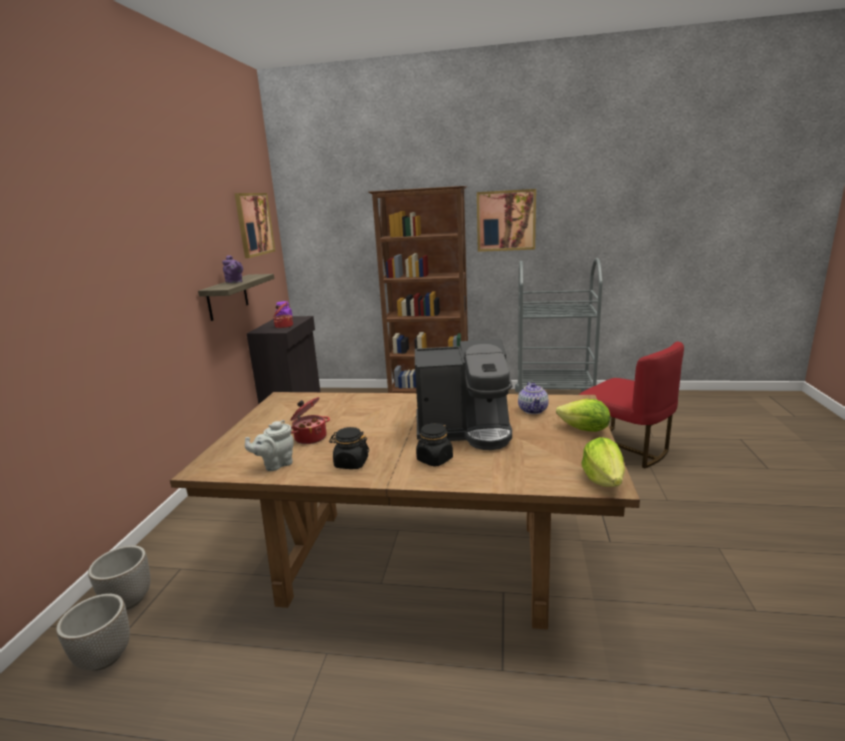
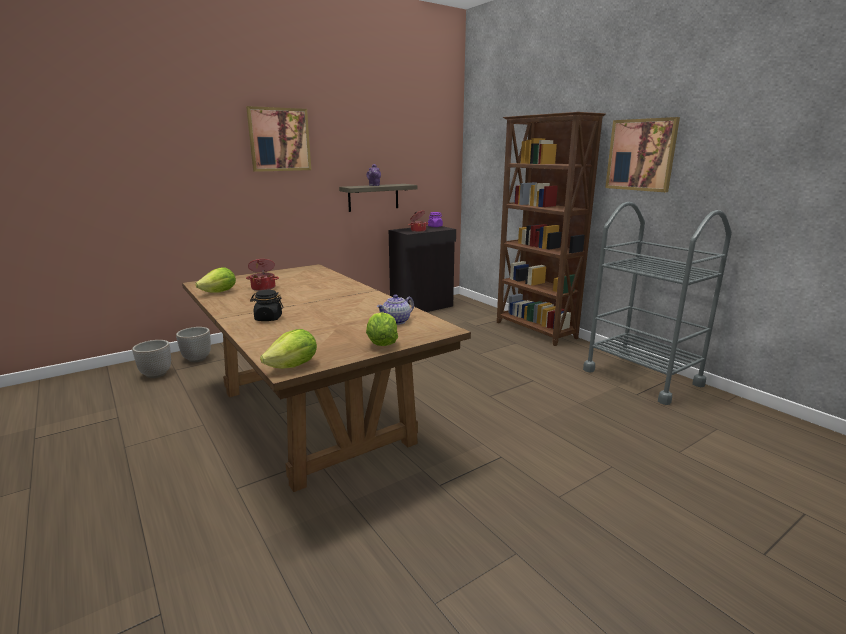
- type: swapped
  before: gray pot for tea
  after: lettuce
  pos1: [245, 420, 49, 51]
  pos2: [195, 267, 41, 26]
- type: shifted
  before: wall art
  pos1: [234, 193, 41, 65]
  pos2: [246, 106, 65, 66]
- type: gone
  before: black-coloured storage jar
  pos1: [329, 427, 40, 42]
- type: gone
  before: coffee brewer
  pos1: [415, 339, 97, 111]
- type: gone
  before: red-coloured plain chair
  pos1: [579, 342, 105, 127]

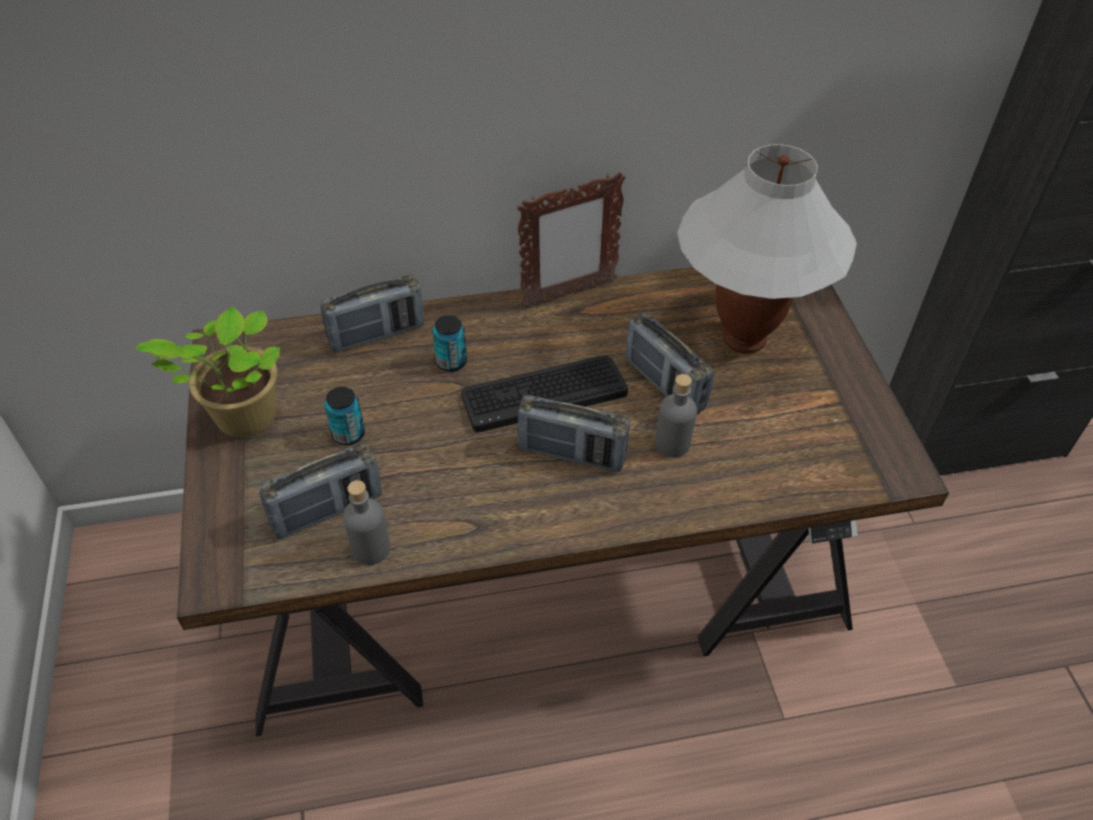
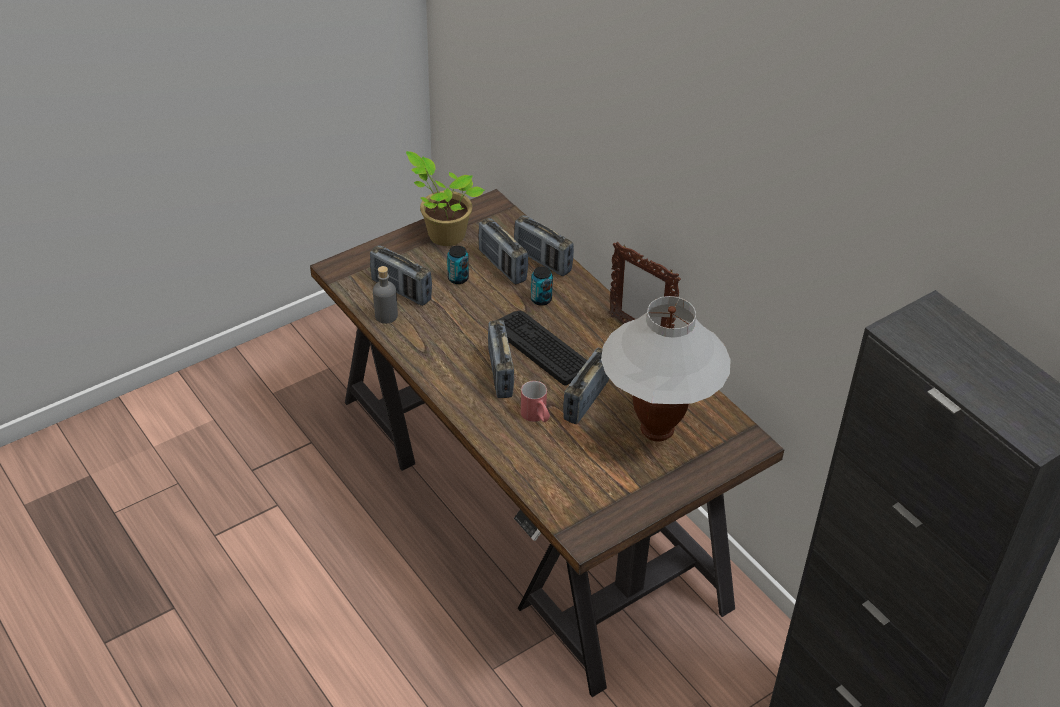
- type: new
  after: radio
  pos2: [478, 218, 50, 66]
- type: swapped
  before: gray bottle
  after: red-coloured tea mug
  pos1: [655, 374, 42, 84]
  pos2: [521, 381, 29, 41]

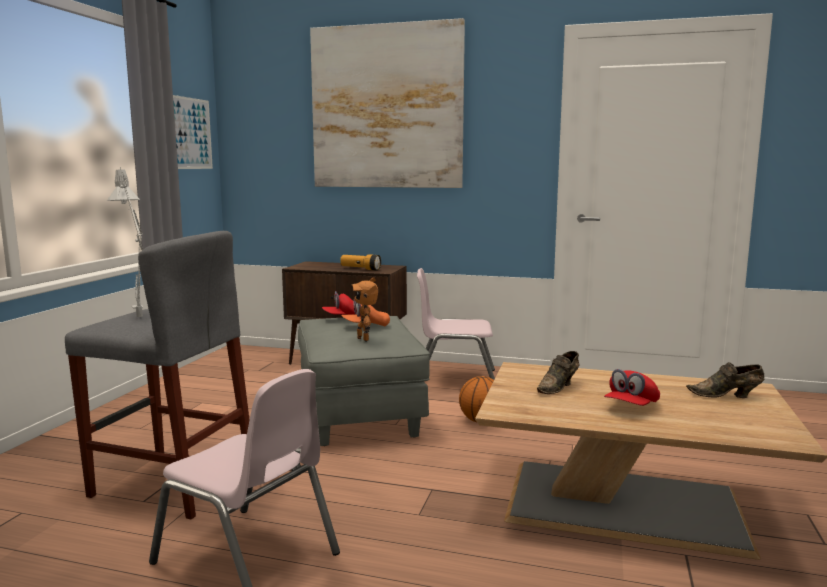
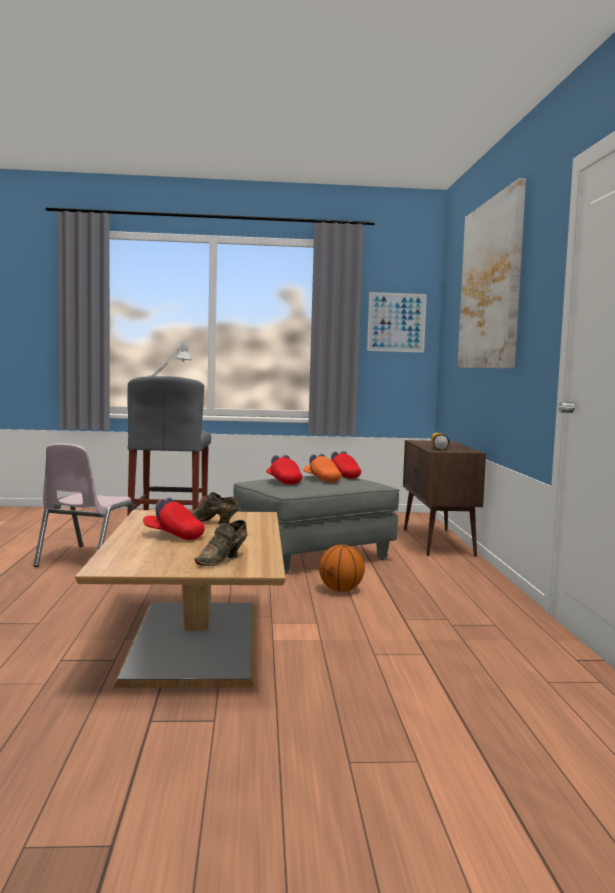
- type: rotated
  before: brown item of footwear
  pos1: [686, 362, 78, 36]
  pos2: [194, 520, 53, 46]
  turn: -135
- type: swapped
  before: robot figure
  after: red-coloured peaked cap
  pos1: [352, 277, 26, 64]
  pos2: [266, 455, 36, 29]
- type: gone
  before: pink-coloured plain chair
  pos1: [417, 268, 78, 112]

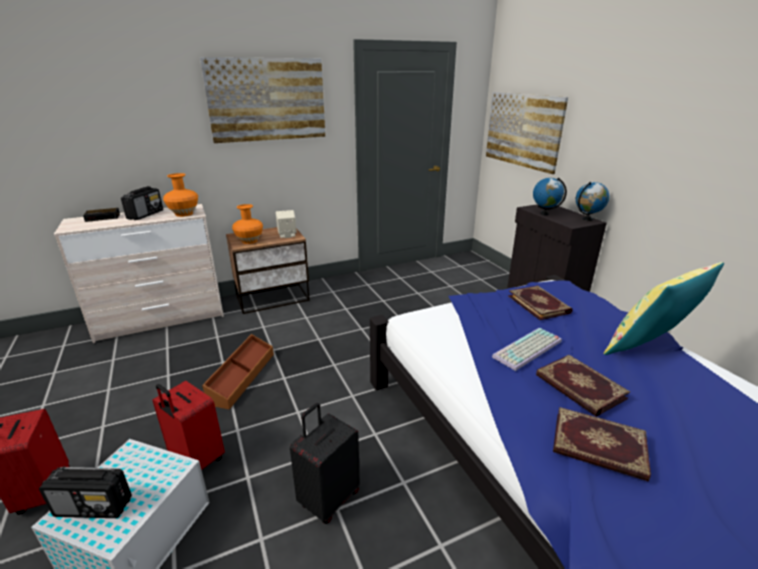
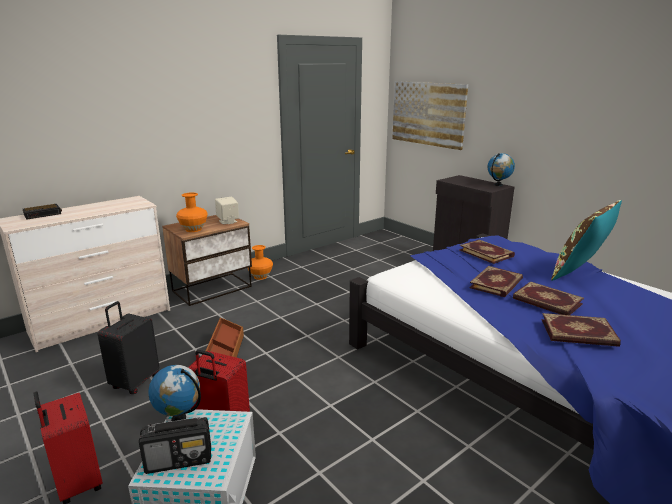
- type: shifted
  before: black-coloured travel case
  pos1: [290, 403, 70, 121]
  pos2: [97, 301, 62, 93]
- type: shifted
  before: world globe
  pos1: [533, 177, 34, 38]
  pos2: [148, 365, 53, 56]
- type: shifted
  before: orange-coloured flower vase
  pos1: [163, 173, 35, 44]
  pos2: [248, 245, 25, 35]
- type: swapped
  before: keyboard
  after: bound book
  pos1: [492, 328, 70, 43]
  pos2: [469, 266, 54, 31]
- type: repainted
  before: yellow-coloured throw pillow
  after: brown throw pillow
  pos1: [604, 262, 120, 93]
  pos2: [551, 200, 71, 81]
- type: gone
  before: radio
  pos1: [121, 186, 42, 34]
- type: gone
  before: wall art
  pos1: [200, 57, 125, 86]

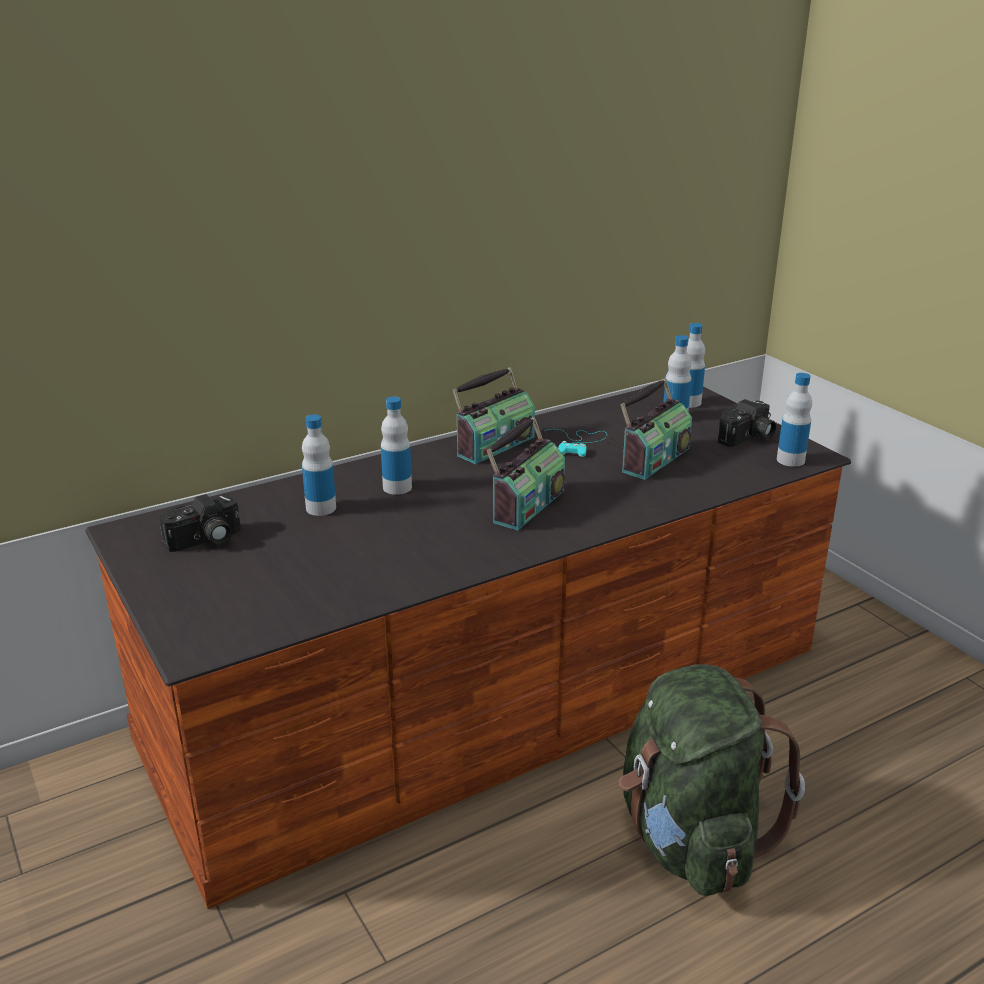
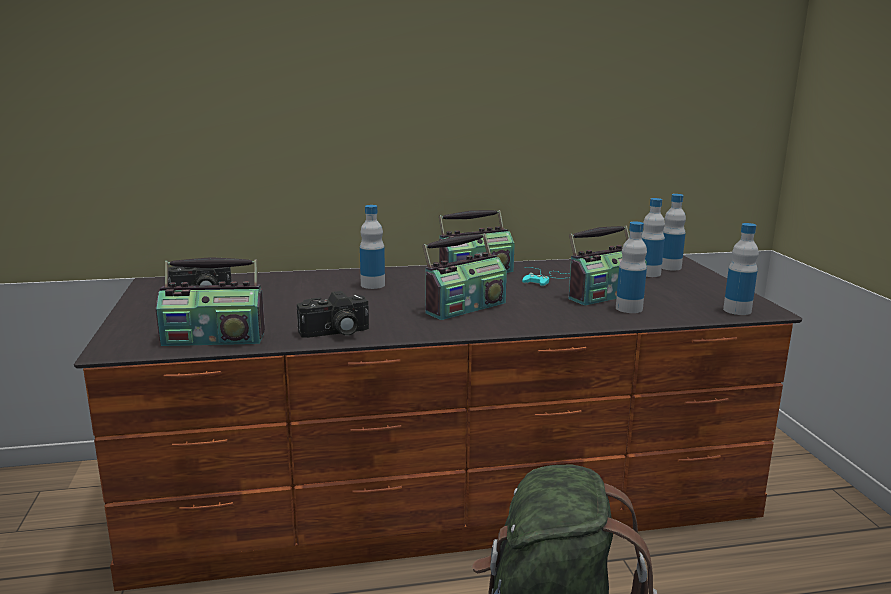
- type: new
  after: radio
  pos2: [156, 257, 109, 89]
- type: shifted
  before: still camera
  pos1: [718, 399, 58, 48]
  pos2: [297, 291, 72, 47]
- type: shifted
  before: bottle
  pos1: [302, 414, 34, 102]
  pos2: [616, 222, 31, 91]

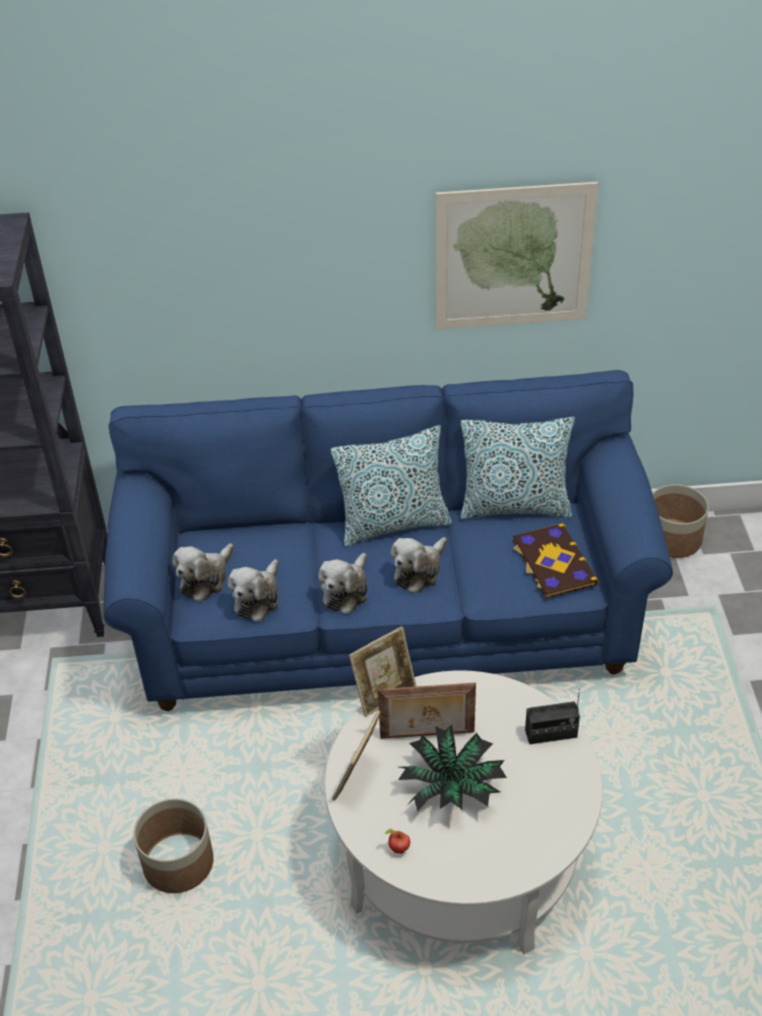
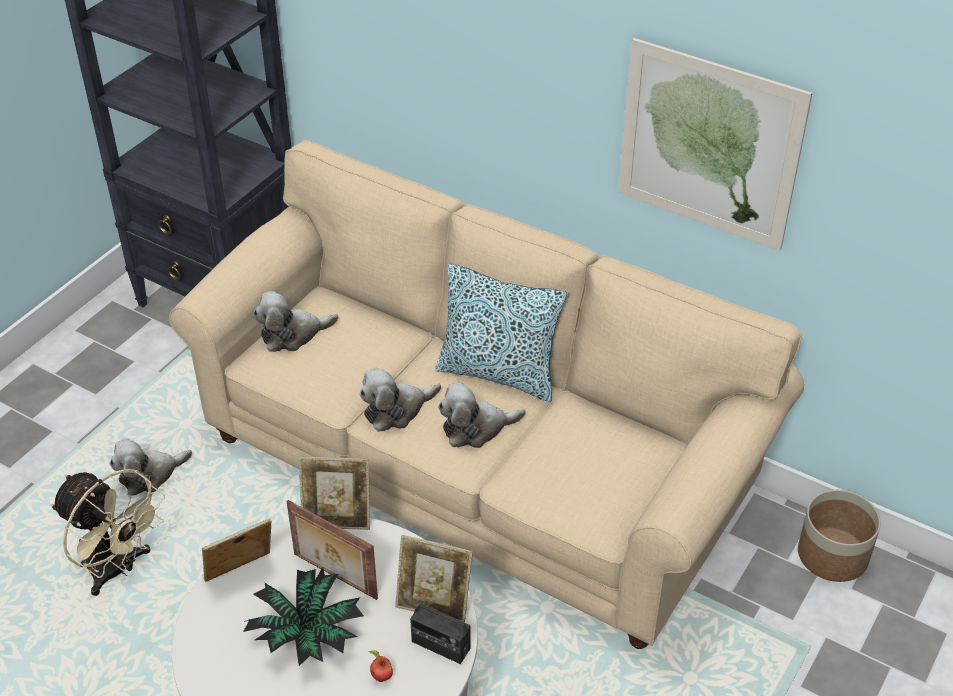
- type: swapped
  before: plant pot
  after: beige-coloured cooling fan
  pos1: [134, 799, 80, 94]
  pos2: [51, 469, 114, 127]
- type: shifted
  before: soft toy
  pos1: [228, 559, 50, 63]
  pos2: [110, 438, 82, 58]
- type: repainted
  before: bluish sofa
  after: beige-coloured sofa
  pos1: [104, 370, 569, 341]
  pos2: [169, 140, 635, 509]
- type: shifted
  before: apple fruit
  pos1: [385, 829, 25, 25]
  pos2: [368, 650, 25, 32]
- type: new
  after: picture frame
  pos2: [395, 535, 78, 88]
- type: gone
  before: throw pillow
  pos1: [460, 417, 115, 102]
- type: gone
  before: bound book
  pos1: [513, 523, 86, 75]

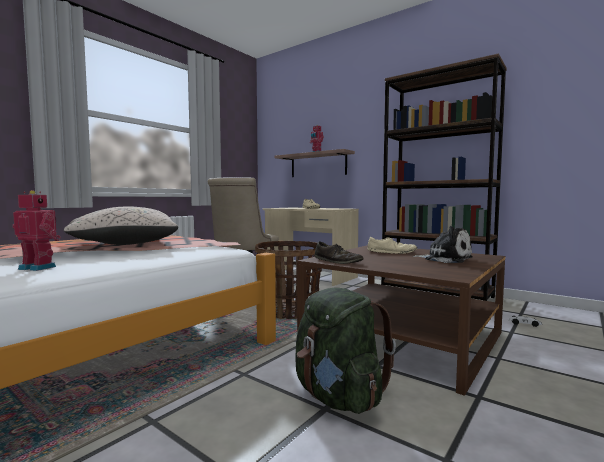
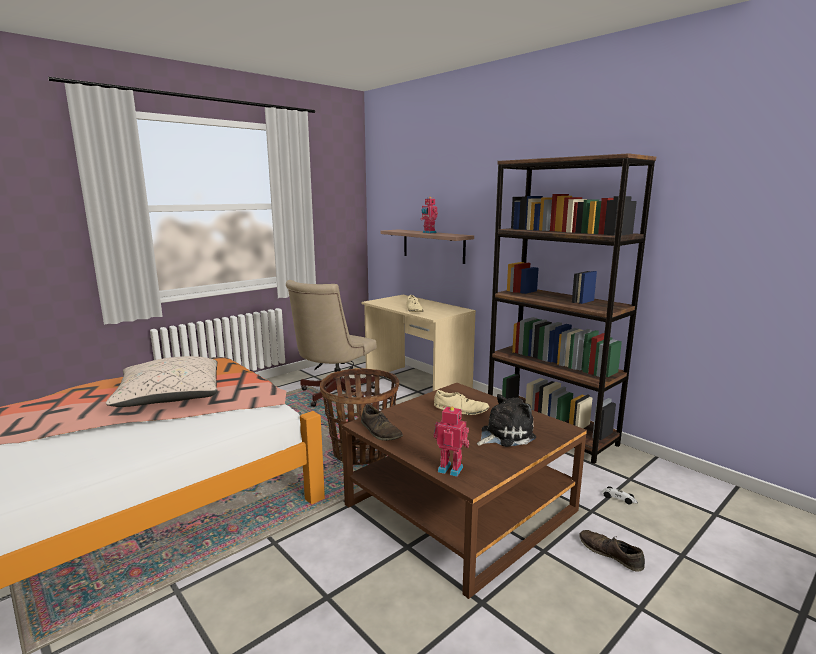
- type: shifted
  before: robot figure
  pos1: [12, 190, 49, 81]
  pos2: [433, 406, 36, 71]
- type: rotated
  before: soft toy
  pos1: [413, 226, 59, 37]
  pos2: [477, 394, 59, 53]
  turn: -75
- type: new
  after: brown item of footwear
  pos2: [579, 530, 66, 42]
- type: gone
  before: green-coloured backpack
  pos1: [295, 288, 101, 126]

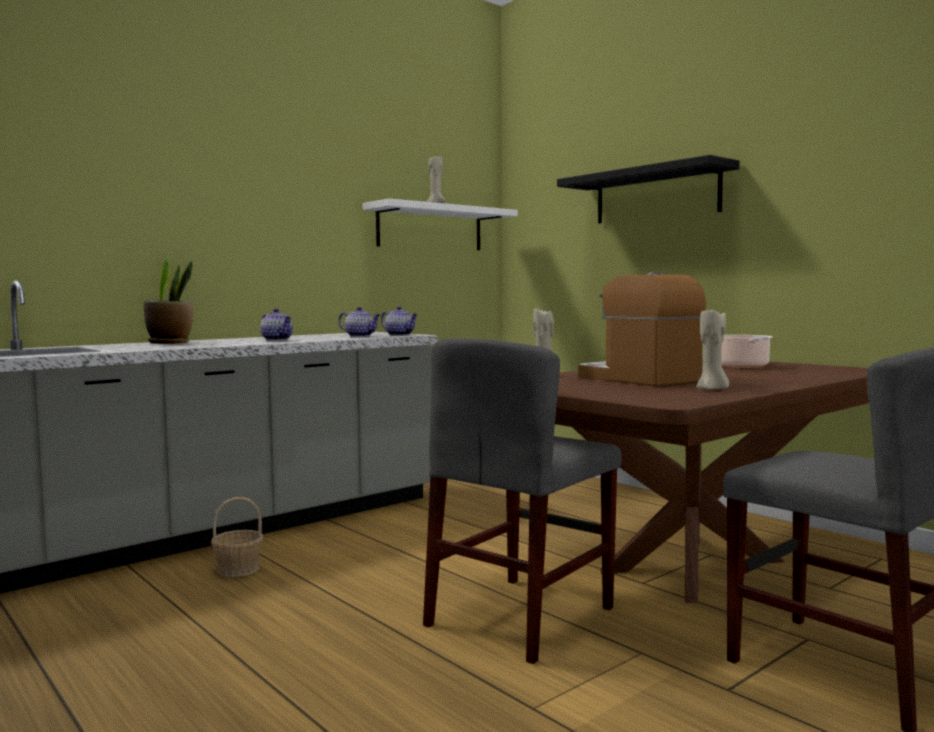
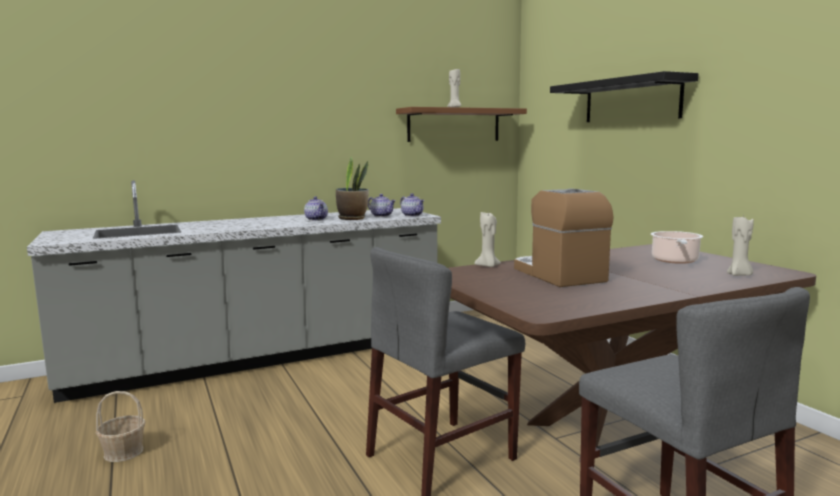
- type: shifted
  before: basket
  pos1: [211, 497, 52, 80]
  pos2: [96, 391, 50, 71]
- type: shifted
  before: potted plant
  pos1: [144, 256, 50, 88]
  pos2: [336, 156, 33, 64]
- type: repainted
  before: white-coloured shelf
  after: brown shelf
  pos1: [363, 199, 155, 51]
  pos2: [396, 107, 131, 35]
- type: shifted
  before: beige-coloured wax candle
  pos1: [697, 310, 32, 80]
  pos2: [727, 216, 27, 60]

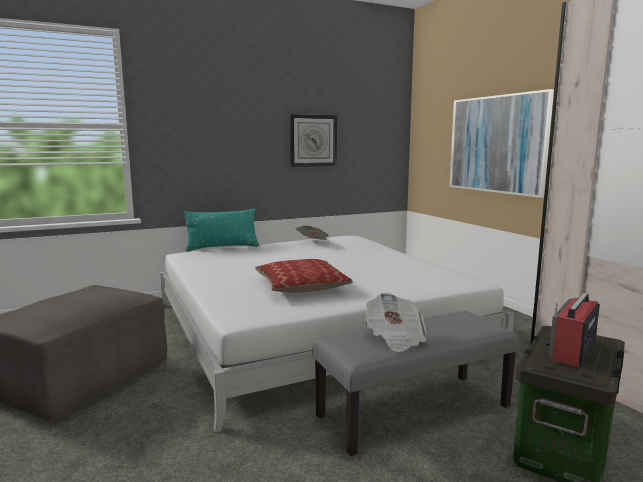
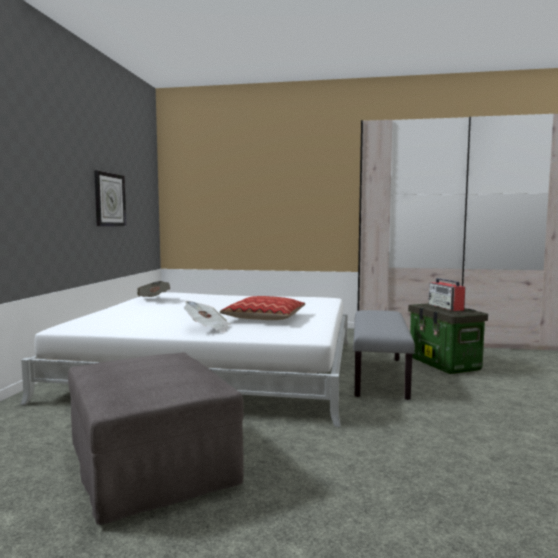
- type: shifted
  before: newspaper
  pos1: [365, 293, 62, 59]
  pos2: [184, 301, 46, 31]
- type: gone
  before: blue-green throw pillow
  pos1: [184, 208, 75, 43]
- type: gone
  before: wall art
  pos1: [449, 89, 105, 109]

